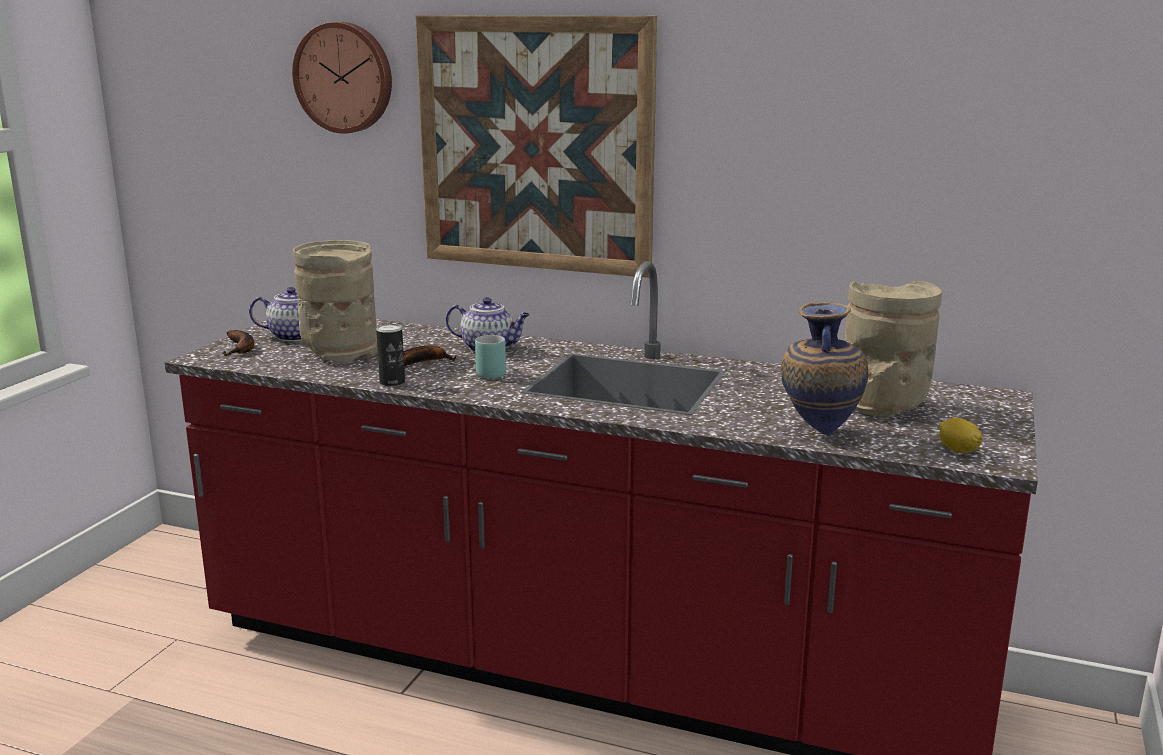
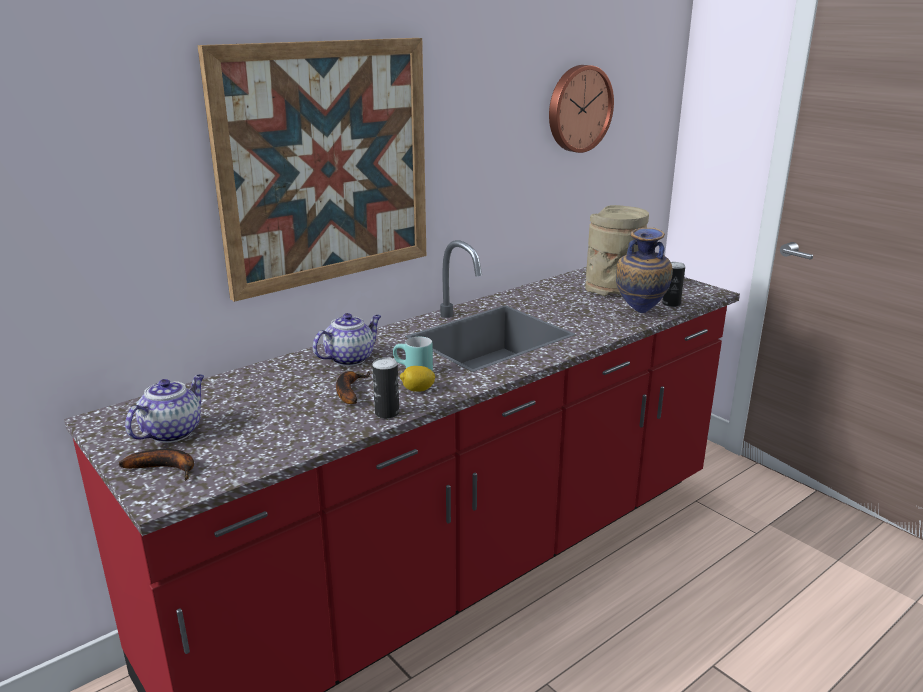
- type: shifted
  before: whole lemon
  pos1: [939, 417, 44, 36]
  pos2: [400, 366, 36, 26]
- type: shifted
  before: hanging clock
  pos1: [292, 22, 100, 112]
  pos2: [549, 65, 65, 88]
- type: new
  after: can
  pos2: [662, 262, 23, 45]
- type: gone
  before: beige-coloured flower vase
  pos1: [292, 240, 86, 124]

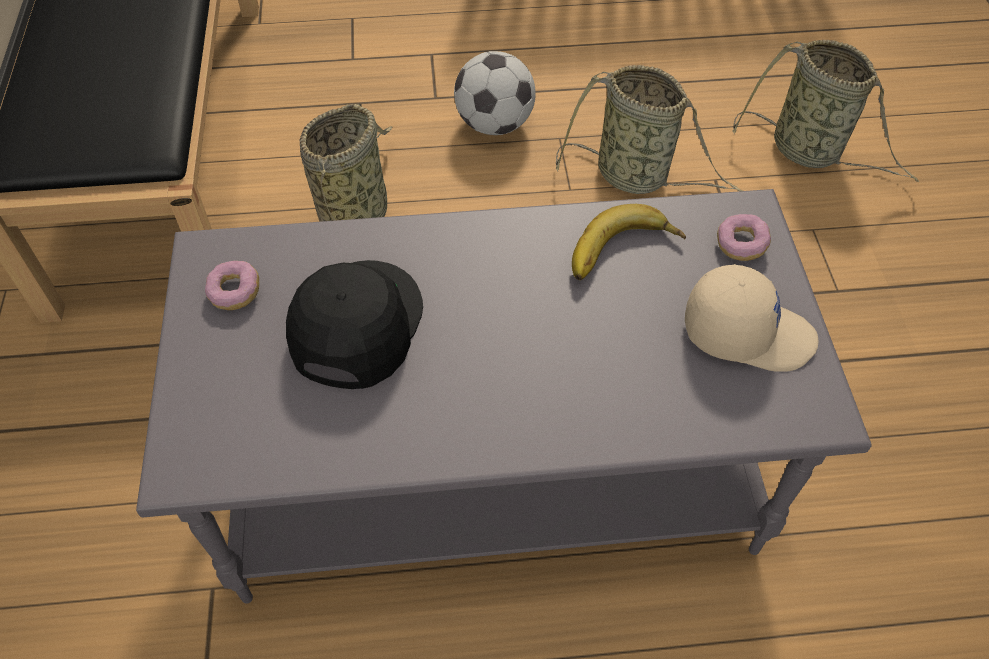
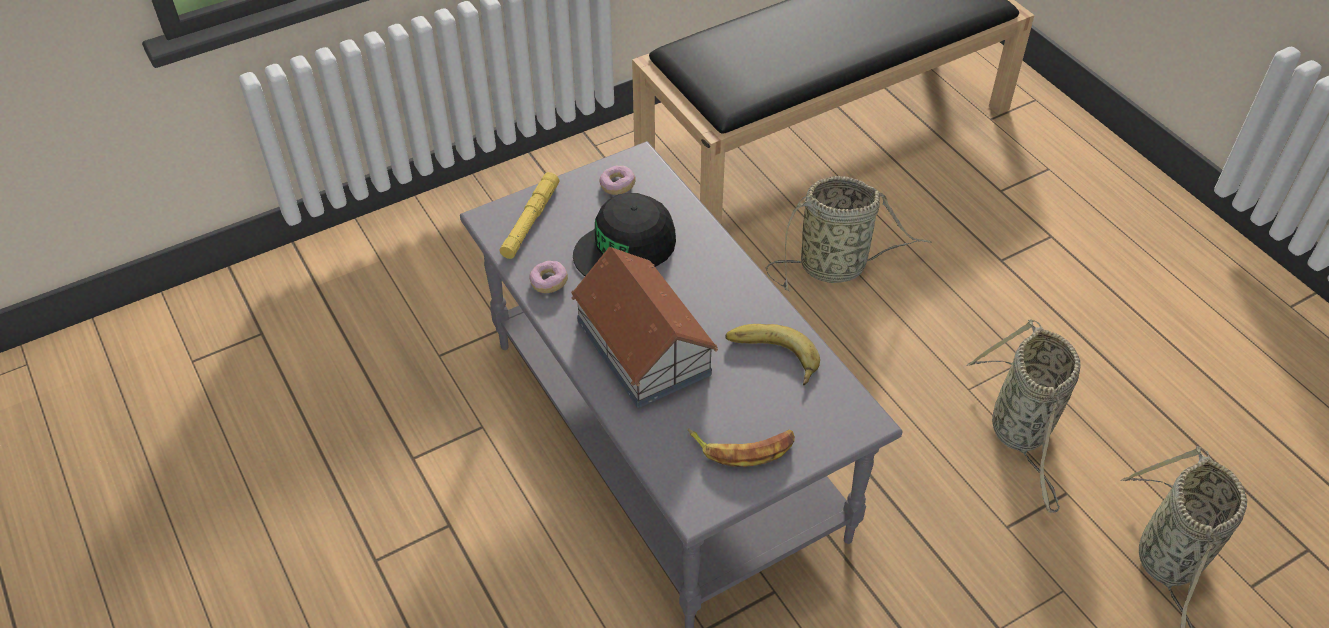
- type: new
  after: yellow-coloured flashlight
  pos2: [499, 172, 60, 87]
- type: shifted
  before: donut
  pos1: [717, 214, 54, 47]
  pos2: [529, 261, 39, 32]
- type: new
  after: toy house
  pos2: [571, 246, 147, 162]
- type: rotated
  before: black-coloured peaked cap
  pos1: [286, 260, 137, 129]
  pos2: [573, 193, 103, 83]
  turn: 150
- type: swapped
  before: beige-coloured peaked cap
  after: banana
  pos1: [685, 264, 134, 108]
  pos2: [688, 428, 107, 39]
- type: gone
  before: football
  pos1: [454, 51, 82, 84]

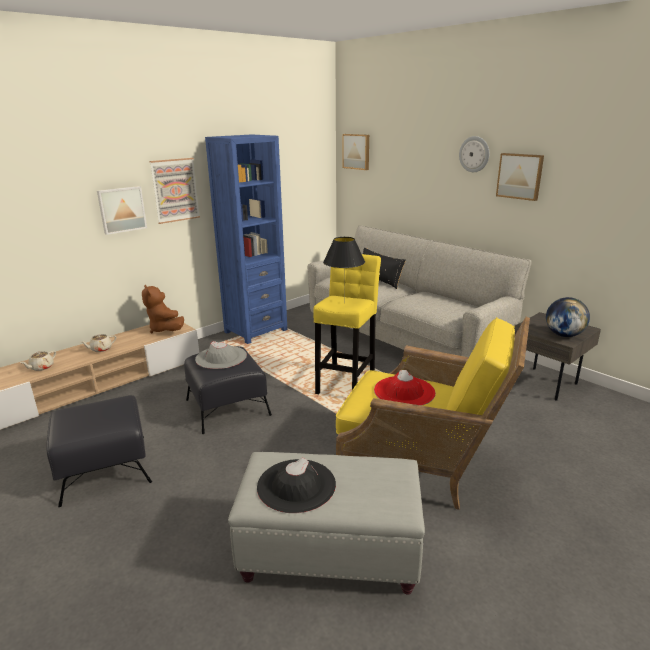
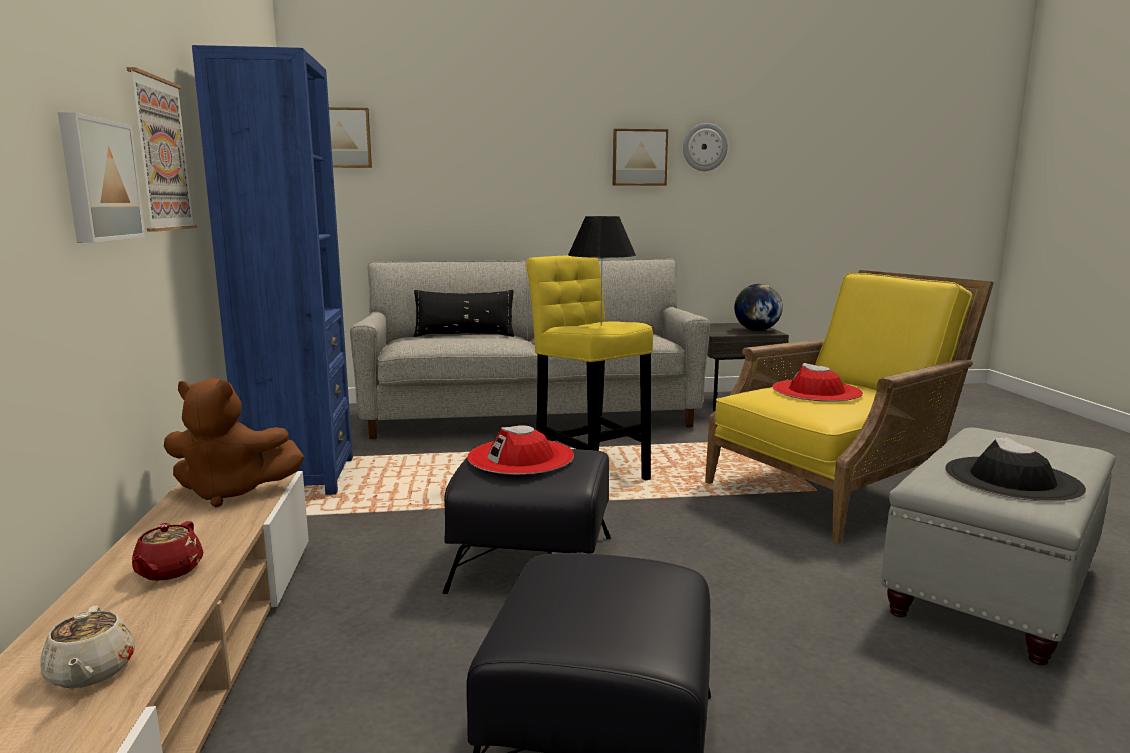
- type: repainted
  before: beige-coloured pot for tea
  after: red-coloured pot for tea
  pos1: [80, 334, 36, 18]
  pos2: [131, 521, 72, 60]
- type: repainted
  before: gray hat
  after: red-coloured hat
  pos1: [195, 341, 52, 28]
  pos2: [468, 425, 106, 50]
- type: shifted
  before: hanging clock
  pos1: [459, 136, 30, 36]
  pos2: [683, 123, 45, 48]

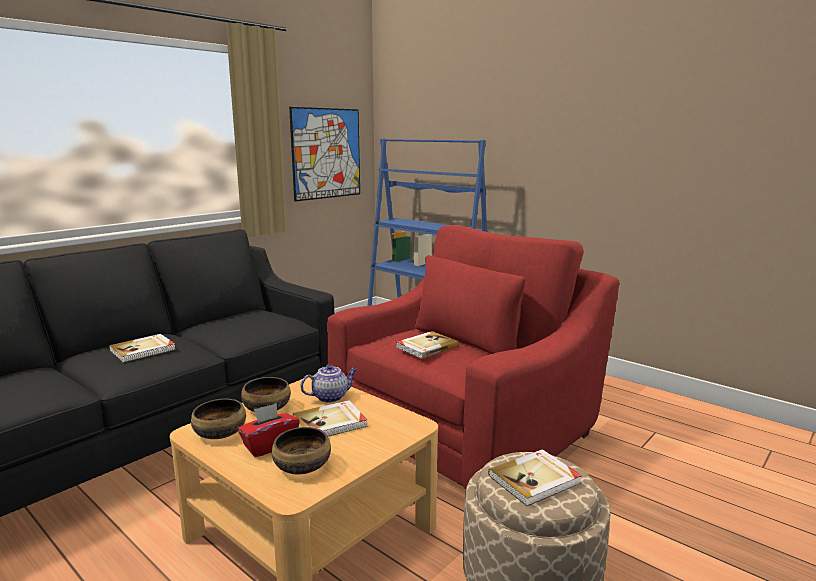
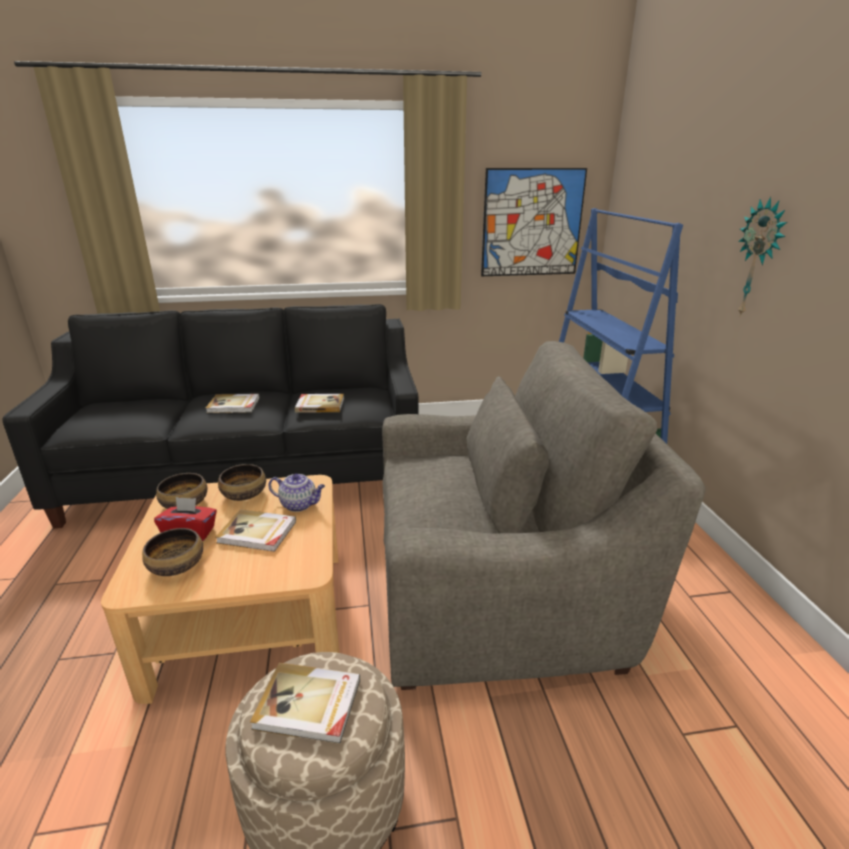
- type: shifted
  before: bound book
  pos1: [396, 331, 63, 28]
  pos2: [295, 394, 49, 19]
- type: repainted
  before: red-coloured easy chair
  after: gray easy chair
  pos1: [327, 225, 292, 264]
  pos2: [382, 341, 324, 349]
- type: new
  after: hanging clock
  pos2: [738, 197, 49, 120]

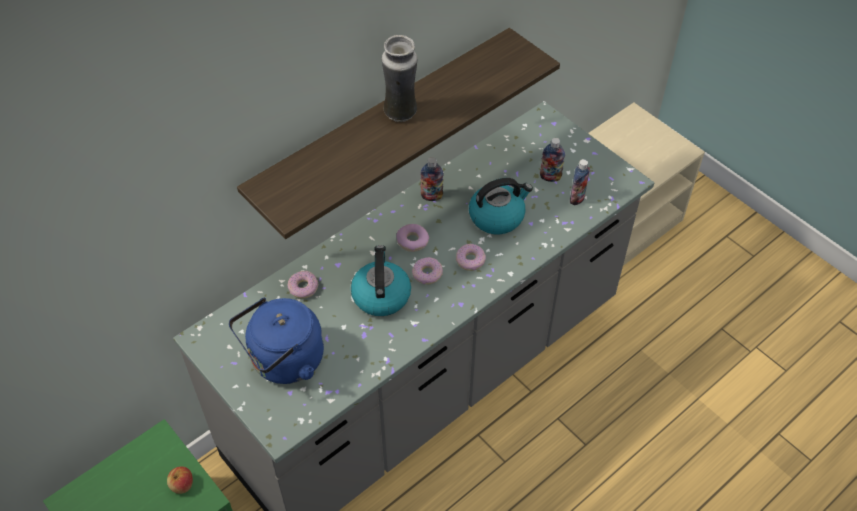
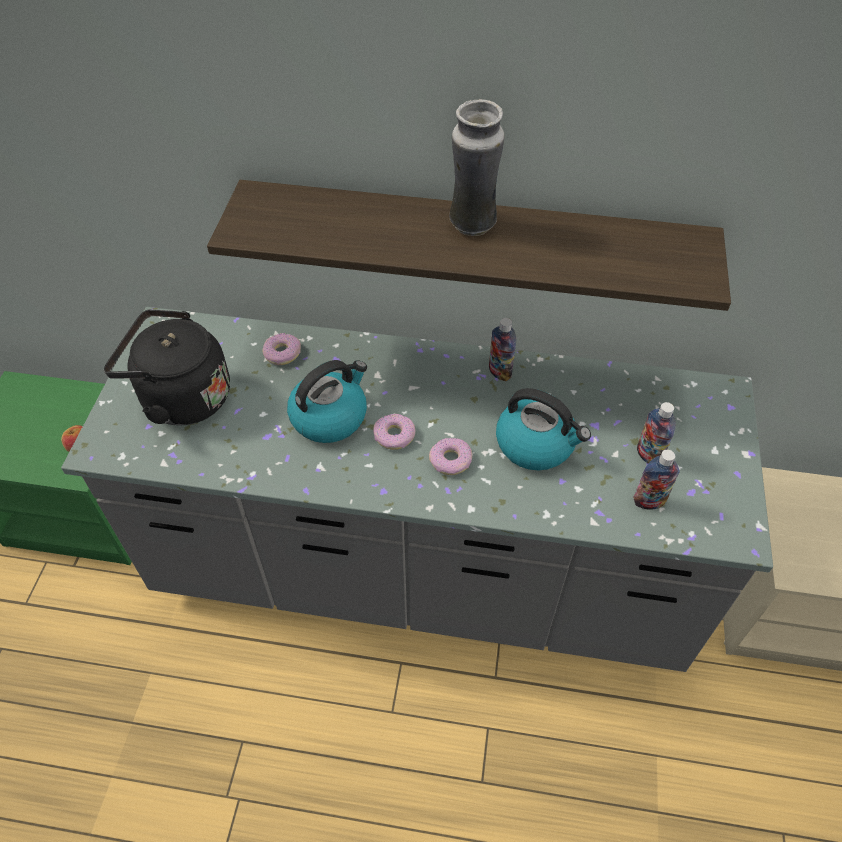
- type: repainted
  before: bluish kettle
  after: black-coloured kettle
  pos1: [229, 298, 95, 86]
  pos2: [104, 309, 126, 117]
- type: gone
  before: donut
  pos1: [397, 224, 32, 28]

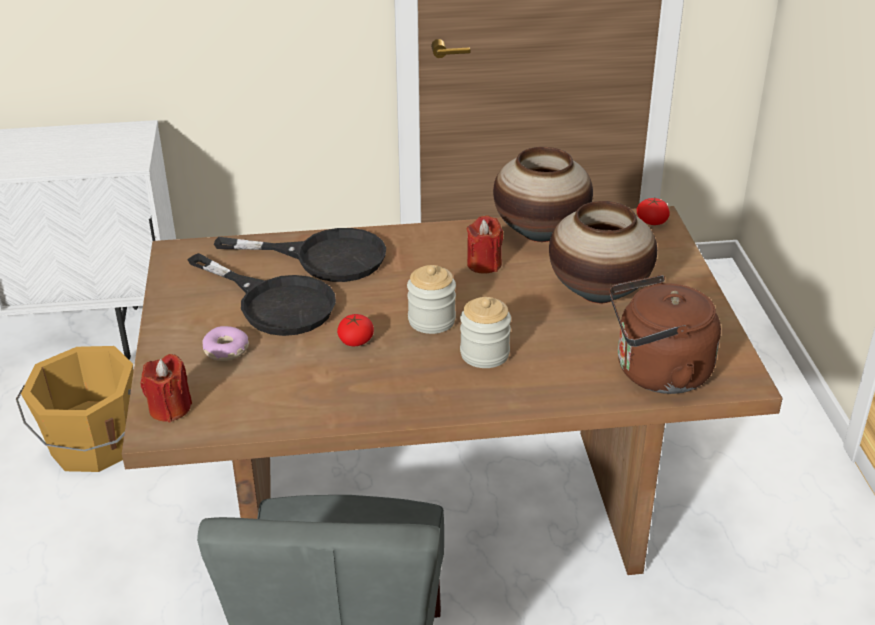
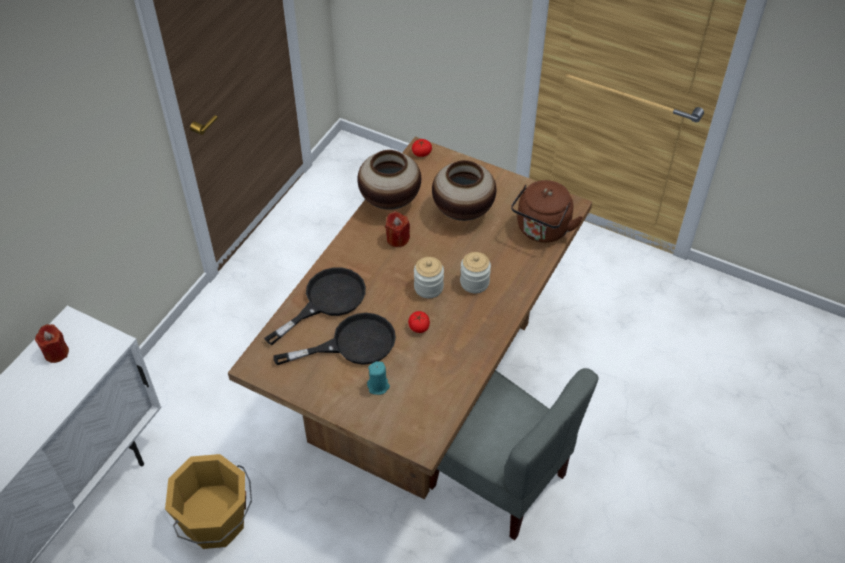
- type: shifted
  before: red-coloured wax candle
  pos1: [141, 354, 51, 68]
  pos2: [35, 324, 34, 39]
- type: swapped
  before: donut
  after: blue-green wax candle
  pos1: [202, 326, 47, 35]
  pos2: [367, 361, 23, 34]

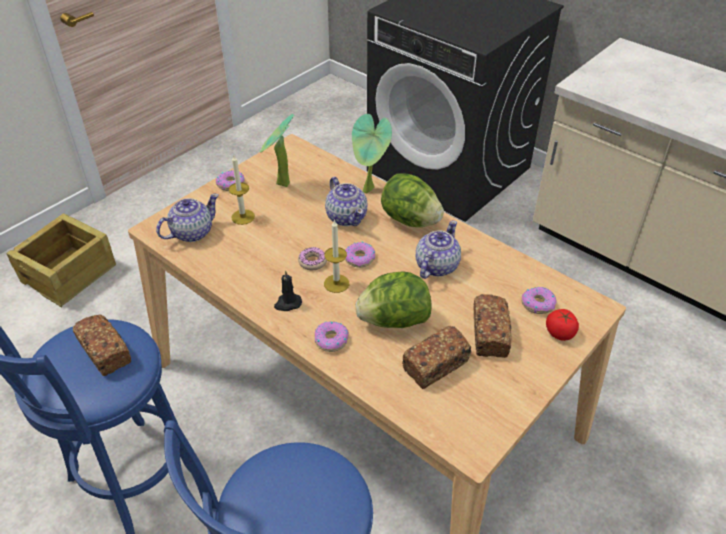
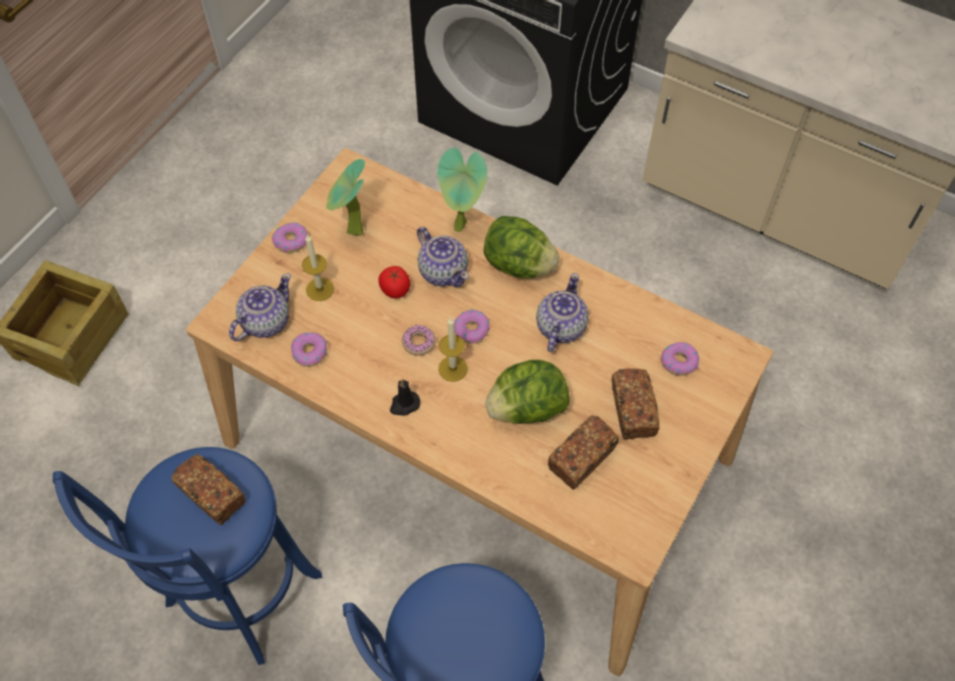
- type: shifted
  before: donut
  pos1: [315, 321, 34, 31]
  pos2: [291, 333, 36, 34]
- type: shifted
  before: tomato
  pos1: [546, 309, 33, 32]
  pos2: [378, 266, 32, 32]

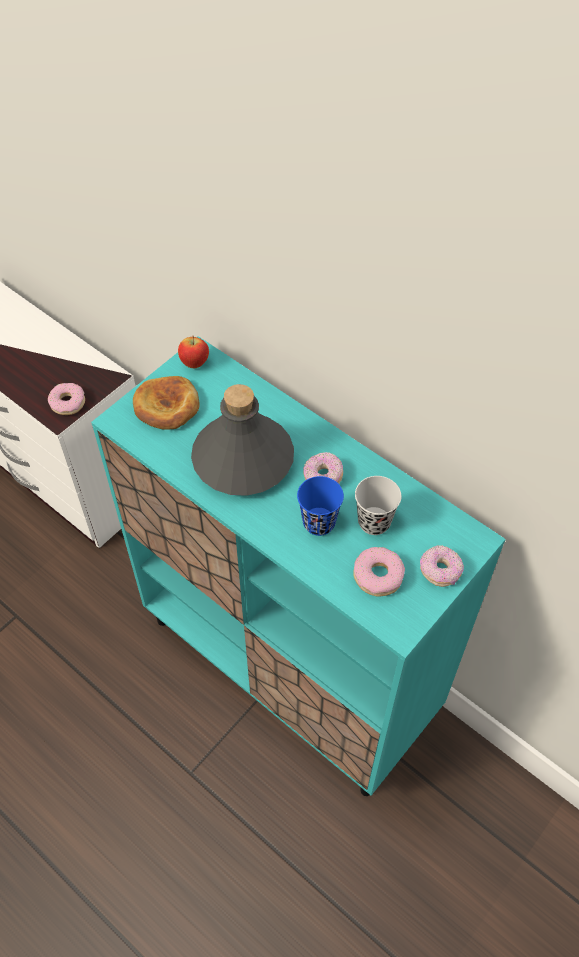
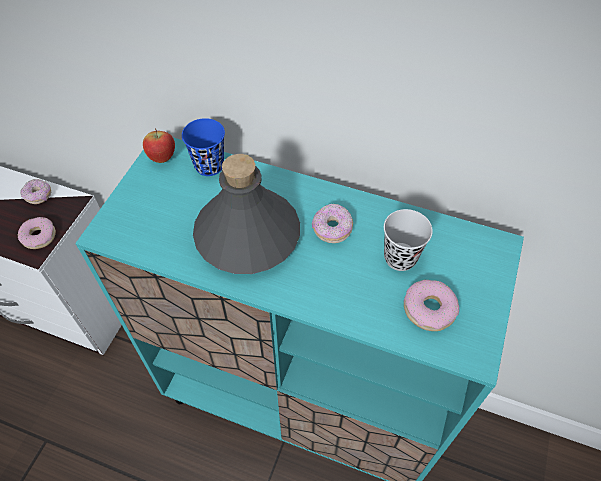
- type: shifted
  before: donut
  pos1: [420, 545, 44, 42]
  pos2: [20, 179, 31, 25]
- type: shifted
  before: bluish cup
  pos1: [297, 476, 47, 60]
  pos2: [182, 118, 43, 58]
- type: gone
  before: bread
  pos1: [133, 376, 67, 54]

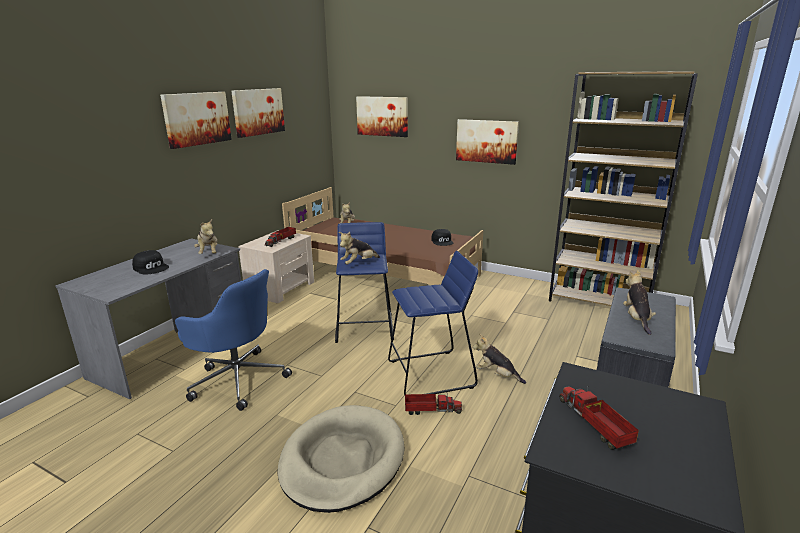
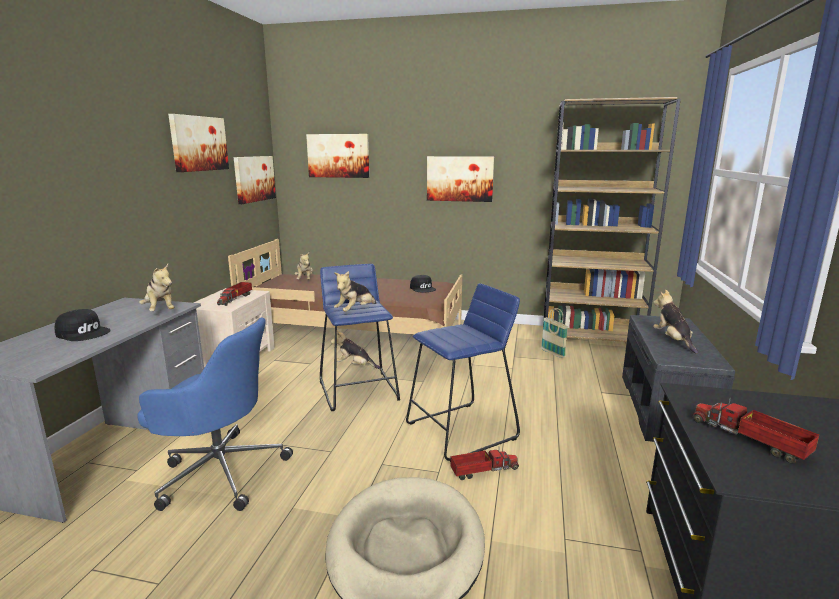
- type: shifted
  before: wall art
  pos1: [160, 92, 72, 57]
  pos2: [234, 156, 42, 48]
- type: shifted
  before: soft toy
  pos1: [473, 333, 53, 51]
  pos2: [331, 330, 49, 39]
- type: new
  after: basket
  pos2: [541, 308, 27, 50]

